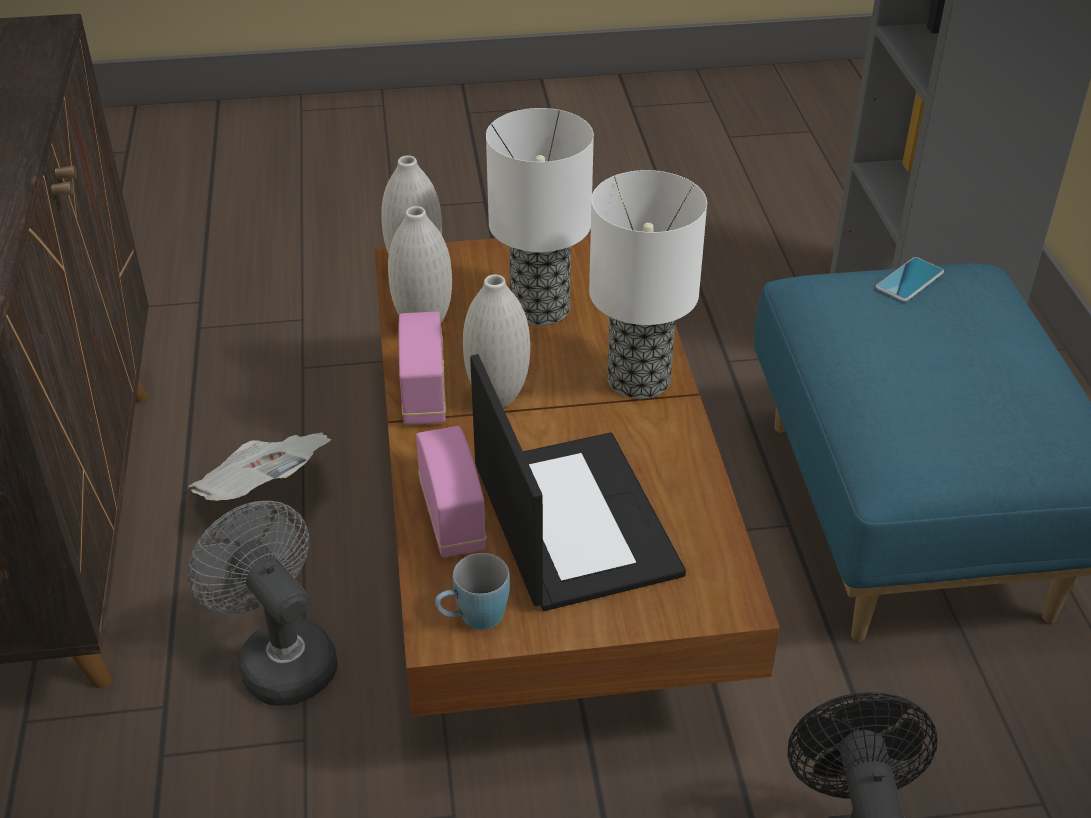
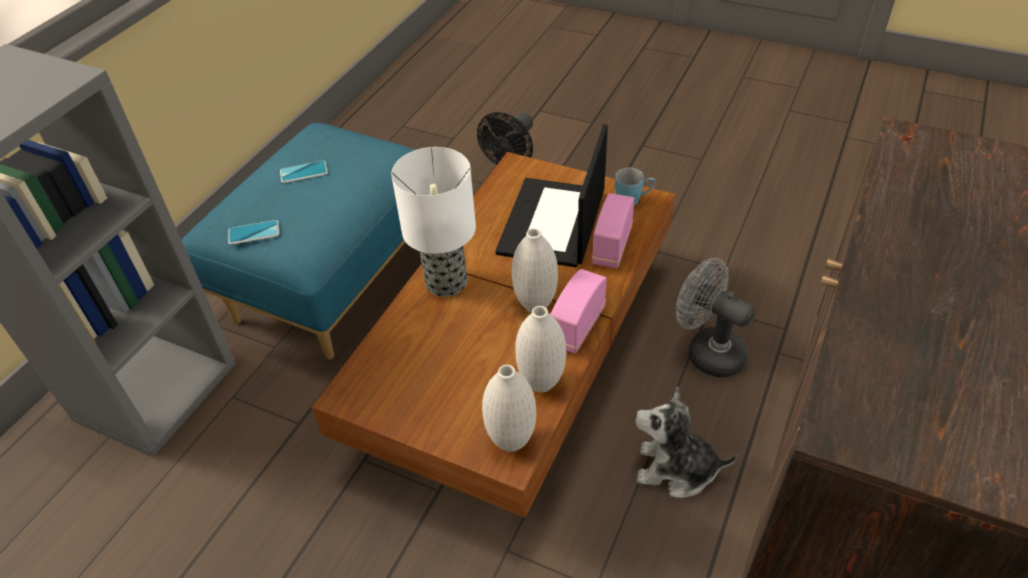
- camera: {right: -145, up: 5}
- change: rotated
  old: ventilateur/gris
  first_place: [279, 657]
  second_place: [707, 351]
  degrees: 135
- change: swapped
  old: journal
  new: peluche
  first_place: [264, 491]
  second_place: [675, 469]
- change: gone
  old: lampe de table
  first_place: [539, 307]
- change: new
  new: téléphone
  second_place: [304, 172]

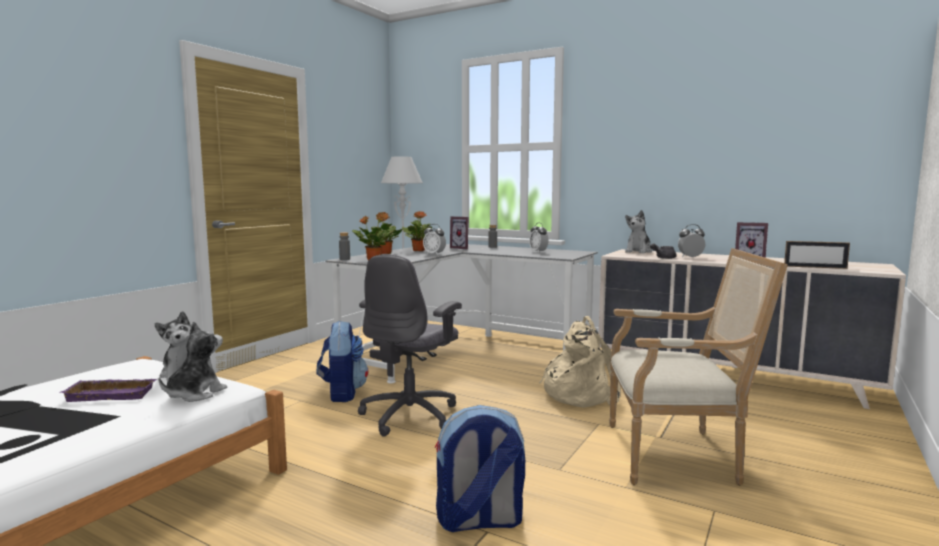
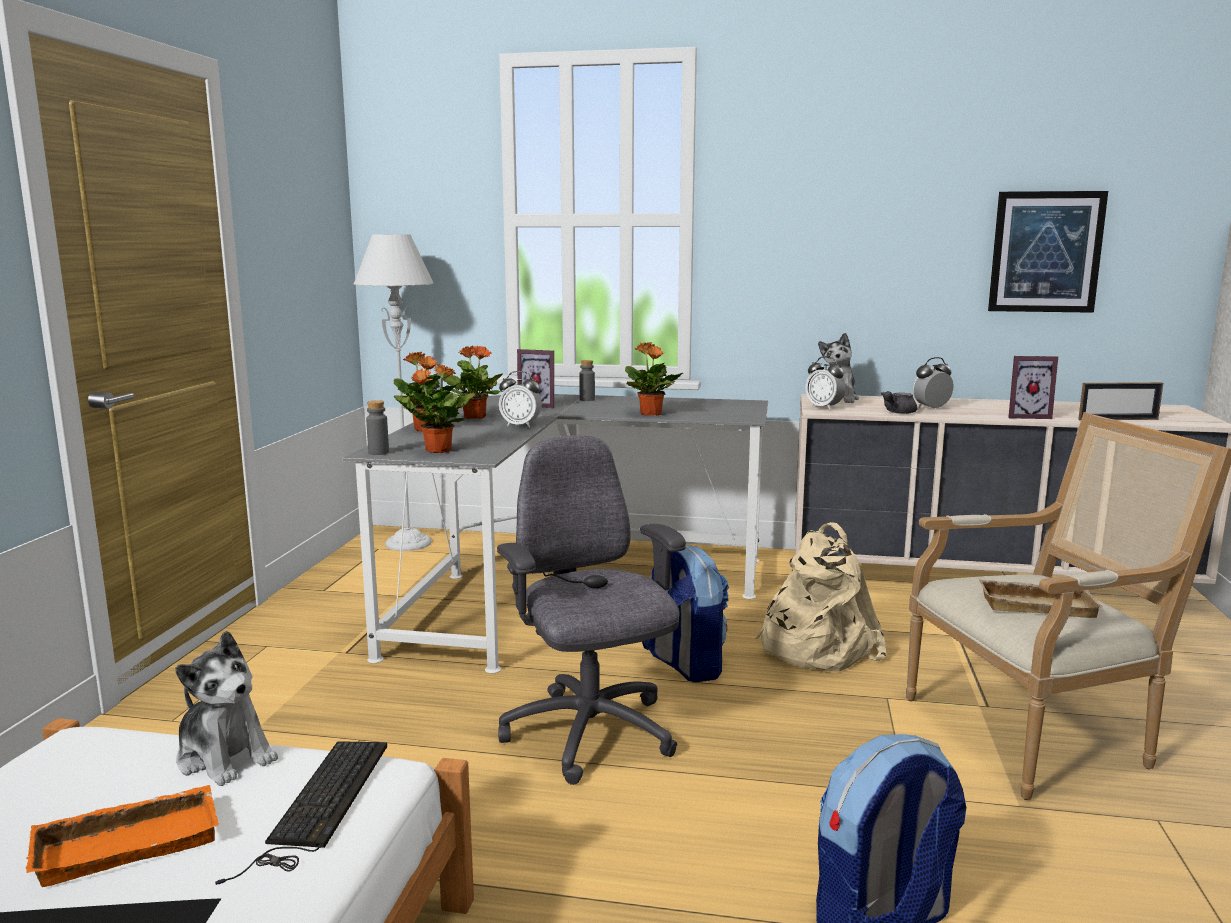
- camera: {right: -20, up: 5}
- change: repainted
  old: plateau/violet
  new: plateau/orange
  first_place: [113, 394]
  second_place: [130, 841]
- change: swapped
  old: peluche
  new: clavier
  first_place: [195, 394]
  second_place: [319, 805]
- change: shifted
  old: sac à dos
  first_place: [342, 393]
  second_place: [683, 664]
- change: rotated
  old: chaise de bureau/gris
  first_place: [411, 415]
  second_place: [590, 735]
  degrees: 150
- change: shifted
  old: réveil
  first_place: [538, 252]
  second_place: [824, 407]
- change: new
  new: plante en pot
  second_place: [651, 414]
- change: new
  new: plateau/beige
  second_place: [1037, 605]
- change: new
  new: tableau
  second_place: [1045, 252]

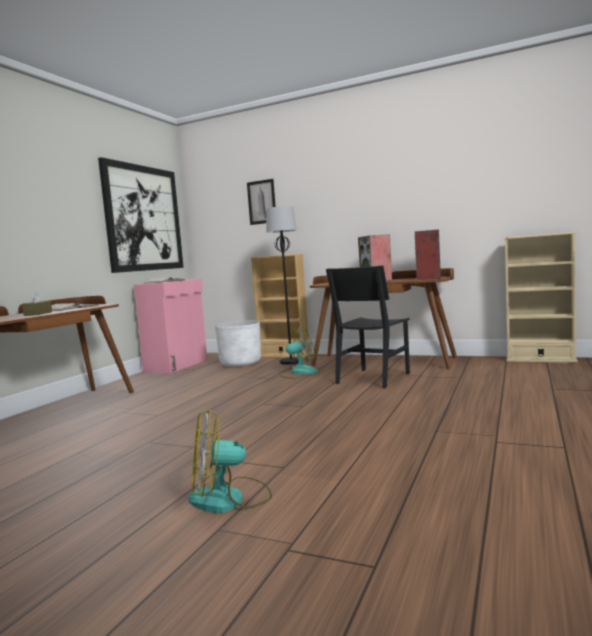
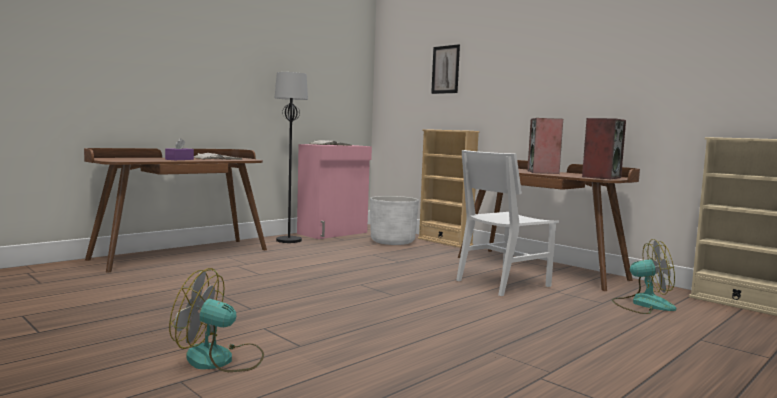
- camera: {right: 20, up: 0}
- change: repainted
  old: boîte à mouchoirs/marron
  new: boîte à mouchoirs/violet
  first_place: [38, 314]
  second_place: [179, 159]
- change: gone
  old: tableau
  first_place: [143, 218]
- change: shifted
  old: lampadaire/noir
  first_place: [291, 361]
  second_place: [289, 240]
- change: shifted
  old: ventilateur
  first_place: [297, 372]
  second_place: [642, 304]
- change: repainted
  old: chaise/noir
  new: chaise/blanc
  first_place: [373, 378]
  second_place: [503, 283]

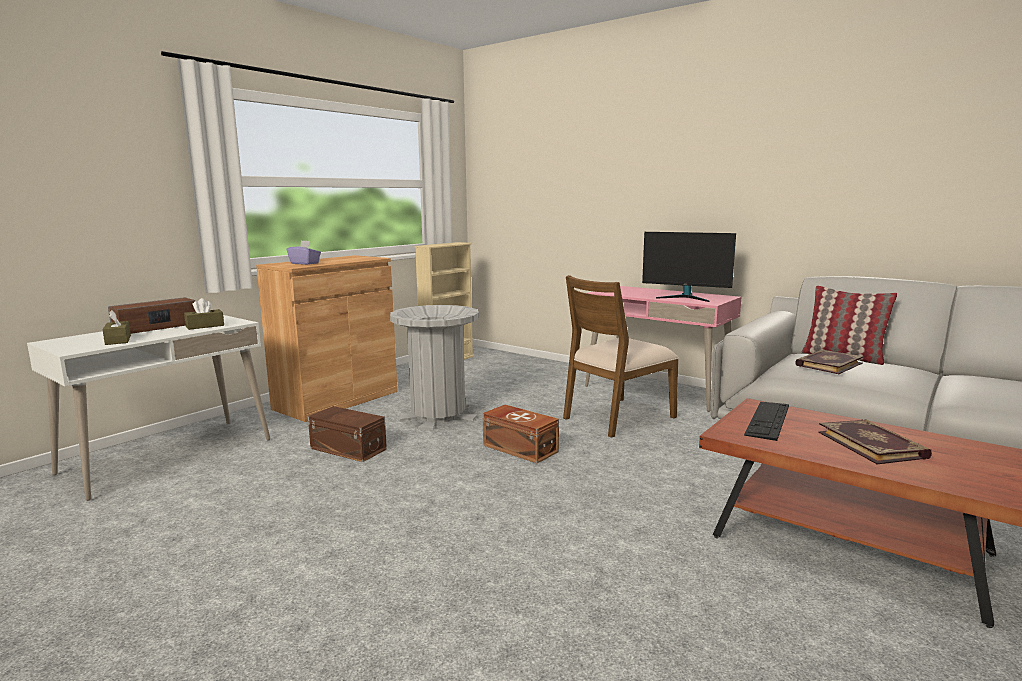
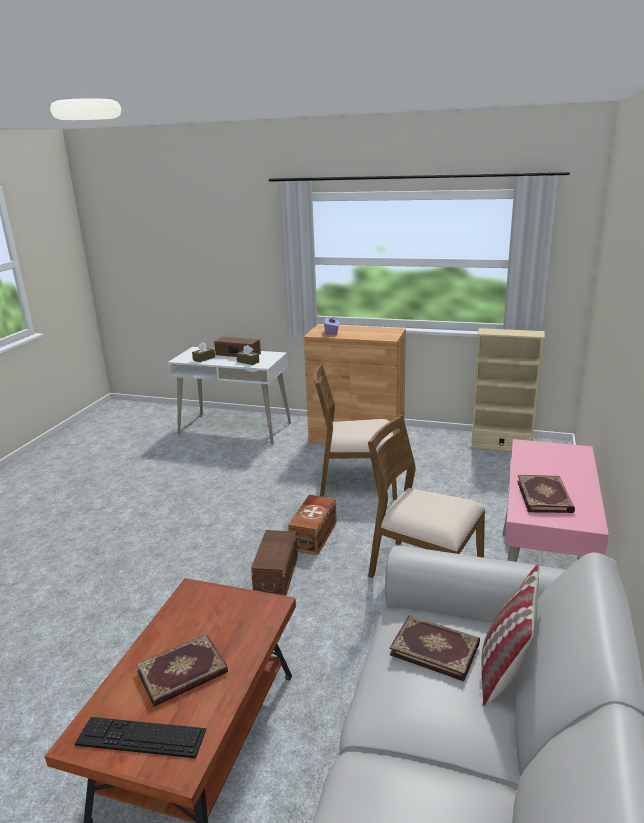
- camera: {right: 70, up: 10}
- change: shifted
  old: boîte de rangement/marron
  first_place: [348, 448]
  second_place: [277, 574]
- change: swapped
  old: poubelle/gris
  new: chaise/marron
  first_place: [438, 415]
  second_place: [357, 483]
- change: swapped
  old: écran d'ordinateur
  new: livre
  first_place: [685, 297]
  second_place: [545, 496]
- change: shifted
  old: clavier
  first_place: [767, 420]
  second_place: [141, 737]

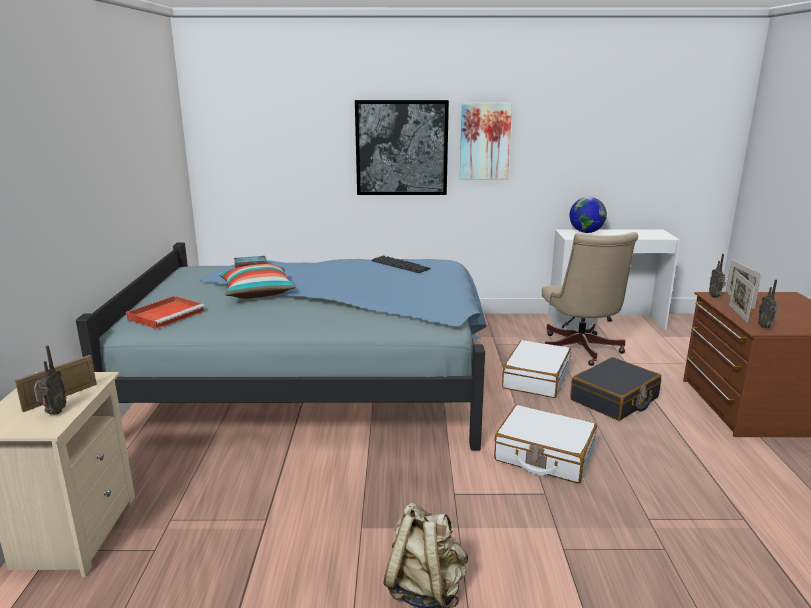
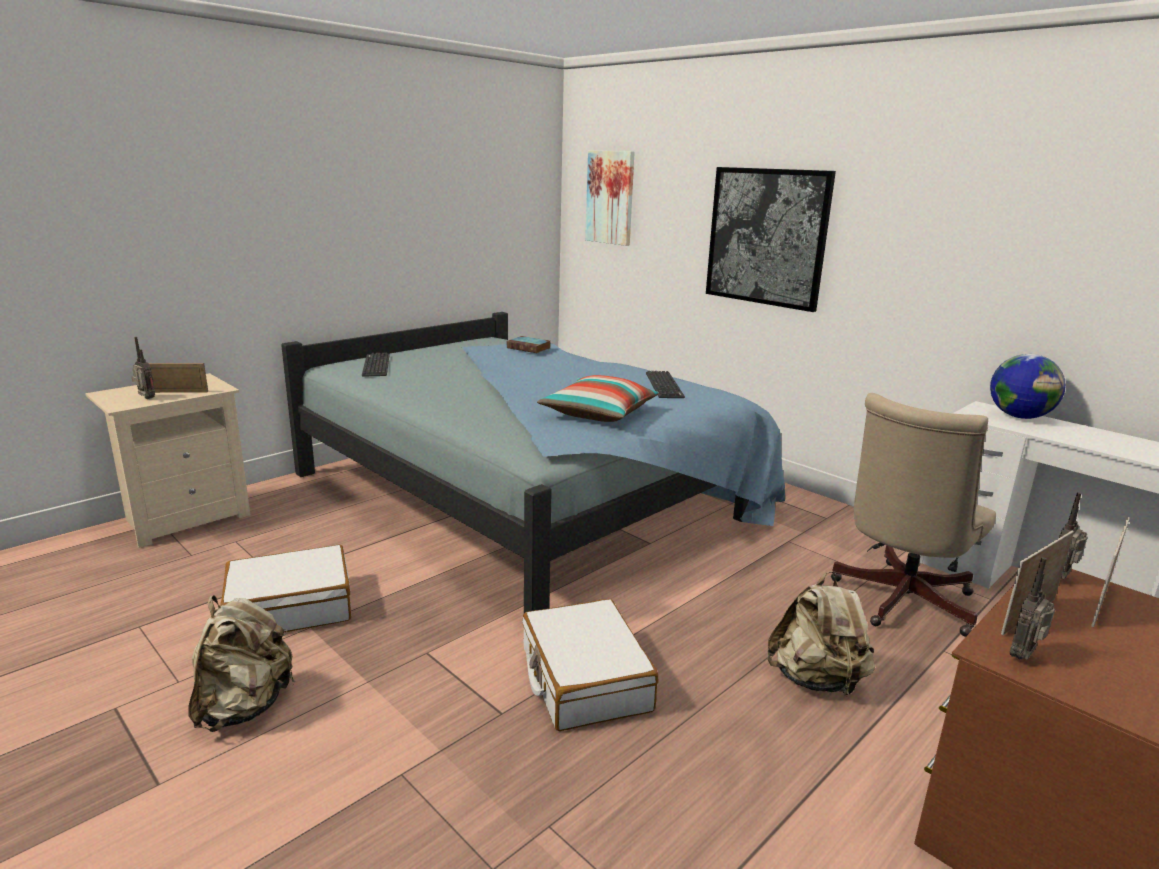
- camera: {right: 45, up: 0}
- change: rotated
  old: radio
  first_place: [53, 413]
  second_place: [146, 399]
  degrees: -105
- change: swapped
  old: plateau/rouge
  new: clavier
  first_place: [167, 314]
  second_place: [376, 365]
- change: shifted
  old: coussin
  first_place: [257, 292]
  second_place: [598, 414]
- change: shifted
  old: tableau
  first_place: [485, 141]
  second_place: [610, 197]
- change: shifted
  old: valise/blanc
  first_place: [535, 378]
  second_place: [290, 608]
- change: swapped
  old: valise/noir
  new: sac à dos/beige
  first_place: [614, 399]
  second_place: [816, 680]

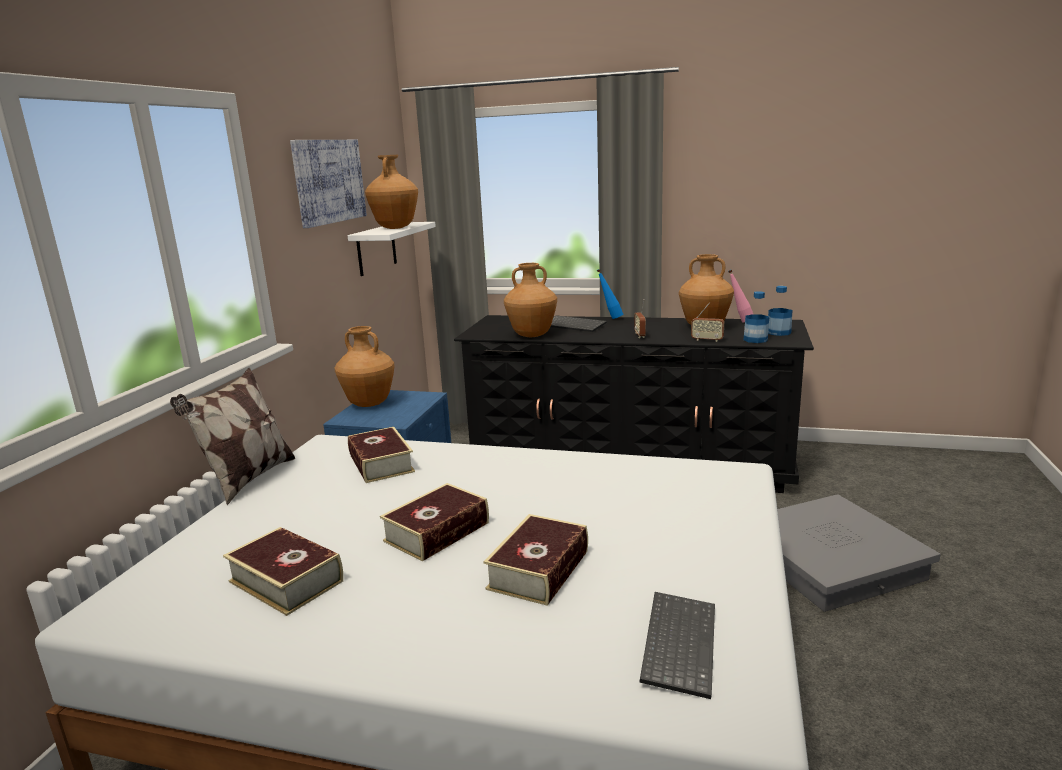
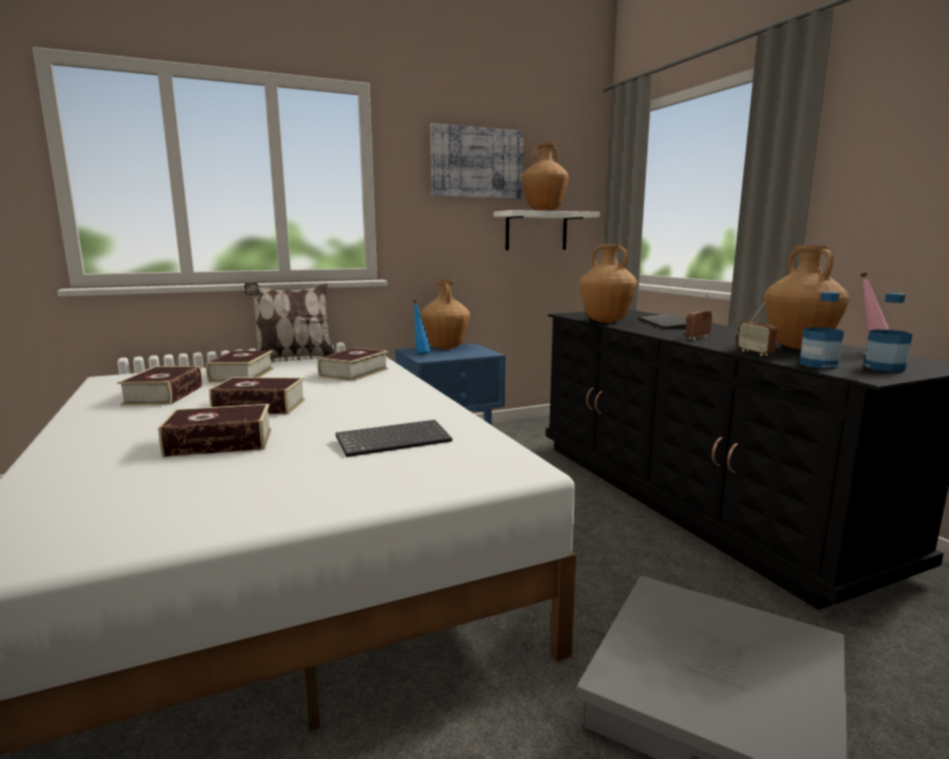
- camera: {right: 50, up: -5}
- change: shifted
  old: bouteille/bleu
  first_place: [610, 318]
  second_place: [420, 353]
- change: shifted
  old: clavier
  first_place: [677, 643]
  second_place: [394, 440]
- change: new
  new: livre
  second_place: [242, 375]

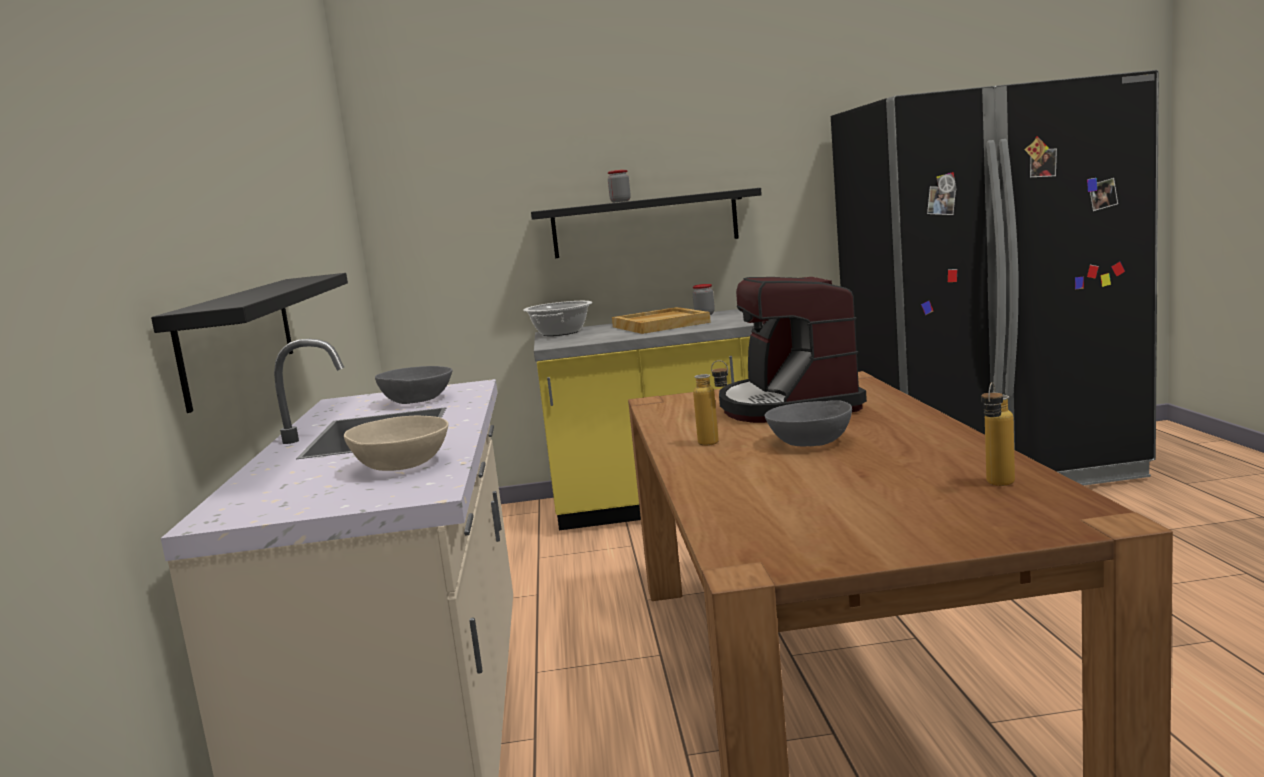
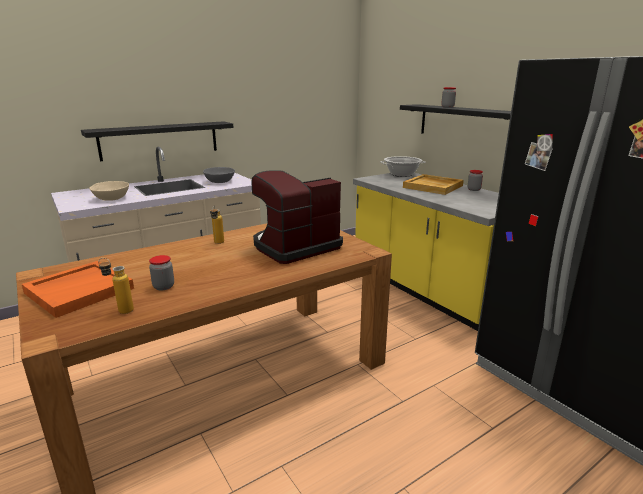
- camera: {right: 60, up: 10}
- change: gone
  old: bol/gris
  first_place: [810, 442]
- change: new
  new: plateau/orange
  second_place: [80, 290]
- change: new
  new: bocal
  second_place: [163, 286]

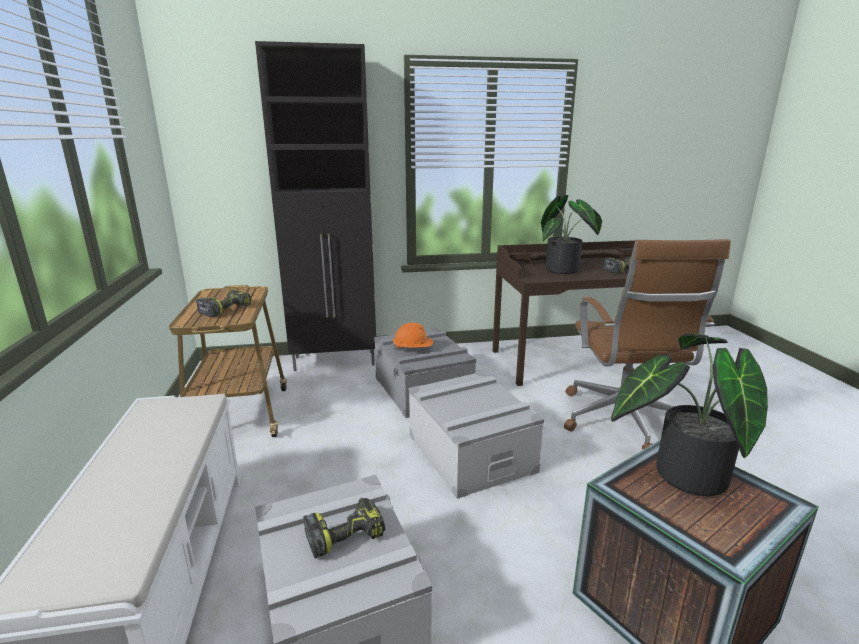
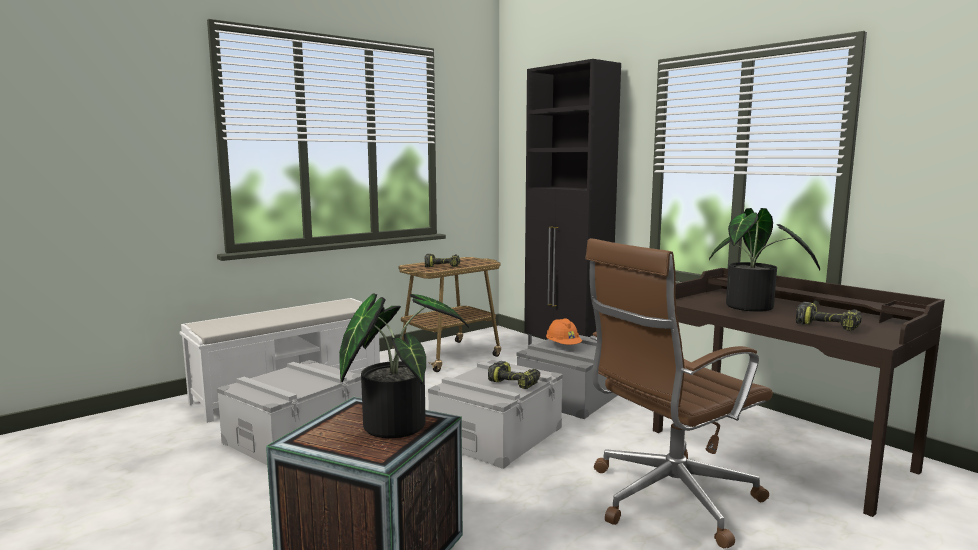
- camera: {right: 60, up: -10}
- change: shifted
  old: perceuse
  first_place: [345, 534]
  second_place: [515, 382]

